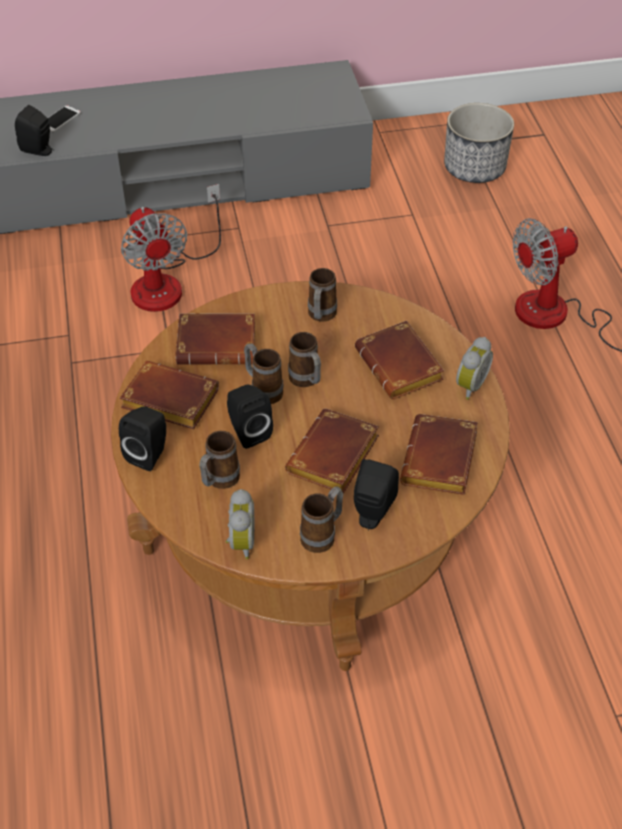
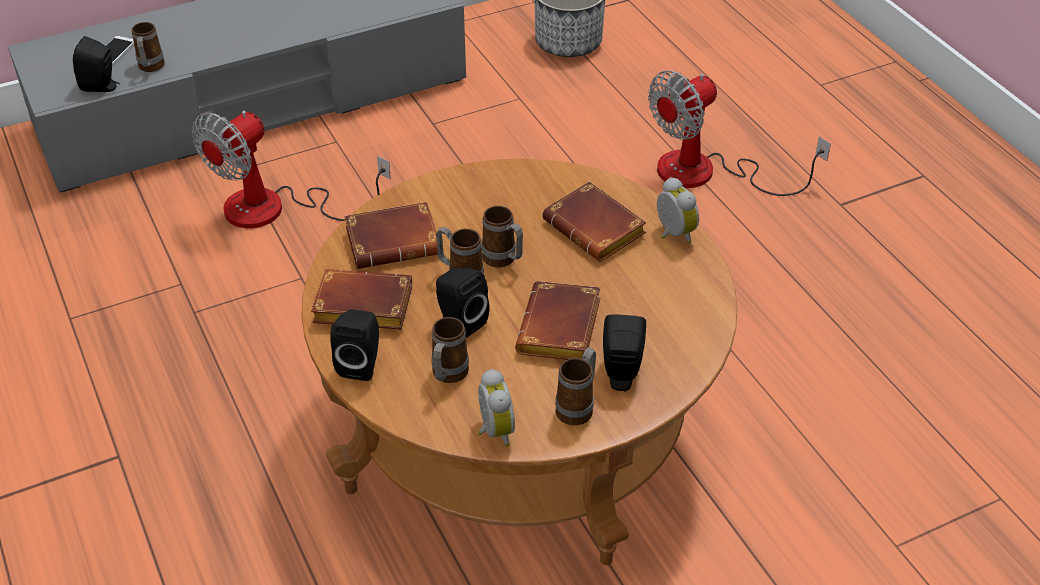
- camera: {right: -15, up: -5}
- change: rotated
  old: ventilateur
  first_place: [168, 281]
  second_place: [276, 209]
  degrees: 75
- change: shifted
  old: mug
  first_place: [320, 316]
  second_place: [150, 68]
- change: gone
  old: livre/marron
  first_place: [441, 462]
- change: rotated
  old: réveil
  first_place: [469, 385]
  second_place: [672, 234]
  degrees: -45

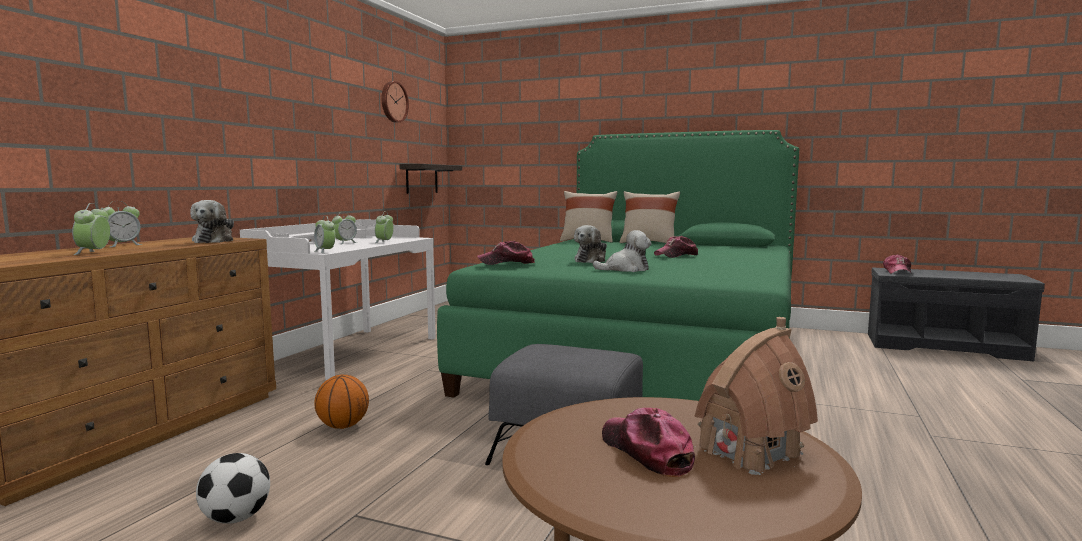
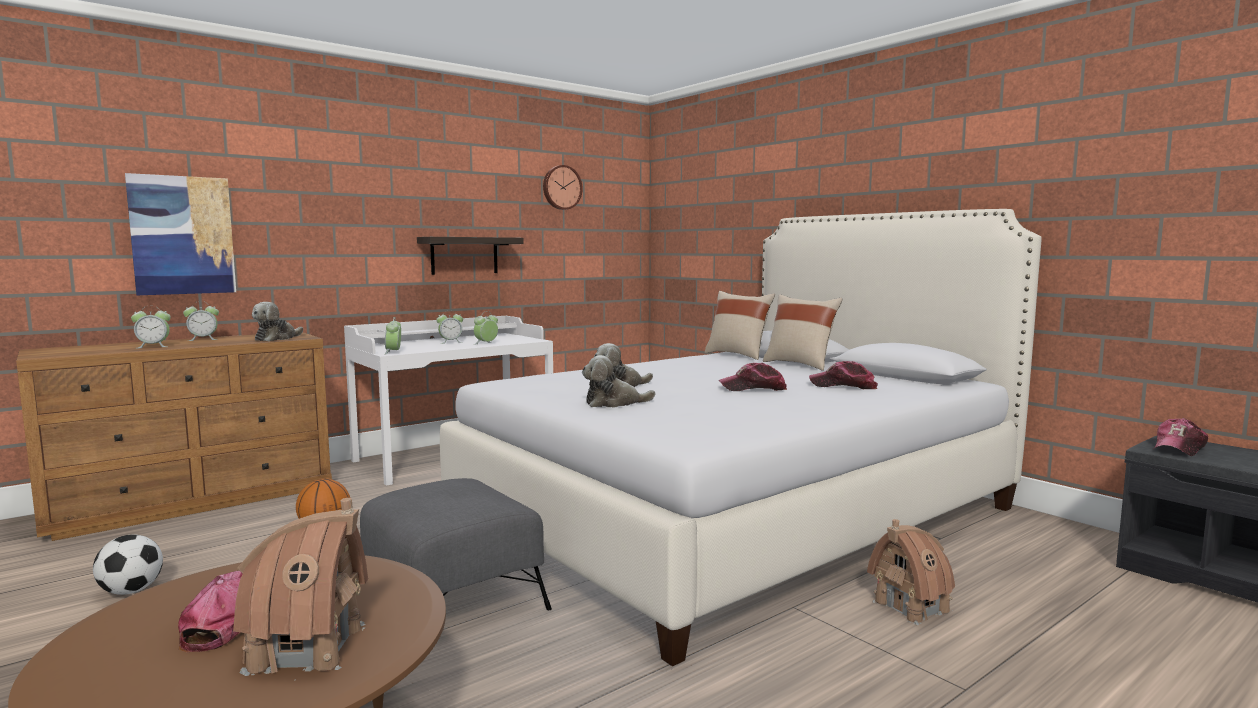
- camera: {right: 30, up: 0}
- change: rotated
  old: réveil
  first_place: [93, 252]
  second_place: [153, 346]
  degrees: -135
- change: shifted
  old: étagère
  first_place: [421, 179]
  second_place: [464, 255]
- change: repainted
  old: lit/vert
  new: lit/blanc
  first_place: [645, 355]
  second_place: [736, 512]
- change: shifted
  old: casquette
  first_place: [506, 263]
  second_place: [843, 386]
- change: rotated
  old: peluche
  first_place: [625, 269]
  second_place: [614, 403]
  degrees: 150
- change: new
  new: tableau
  second_place: [182, 235]
- change: new
  new: maison miniature
  second_place: [911, 606]

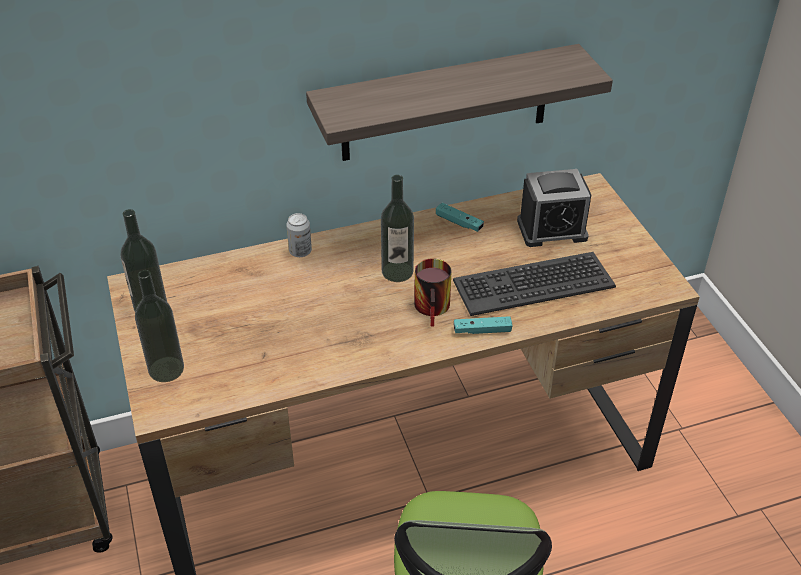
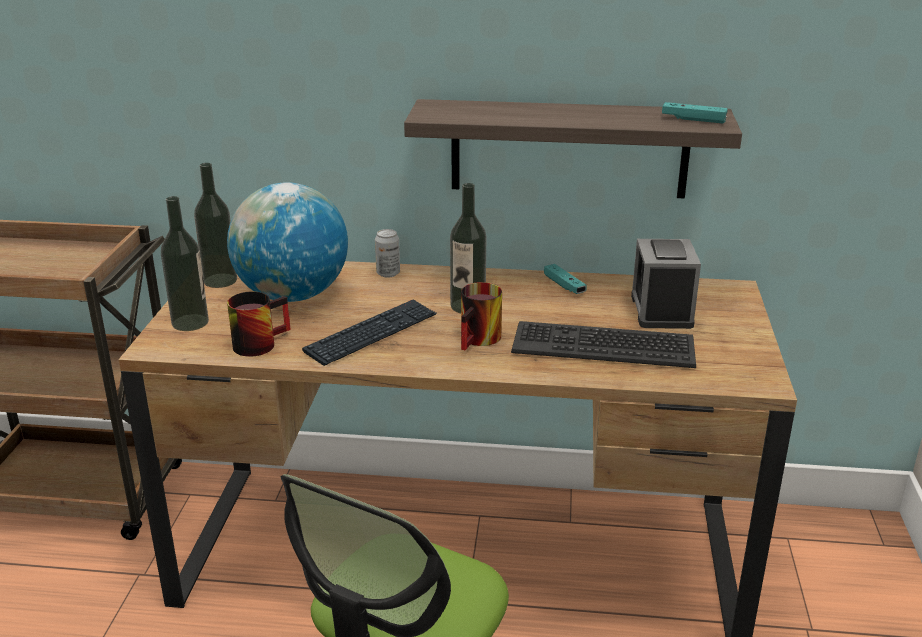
- camera: {right: 25, up: -15}
- change: shifted
  old: manette/turquoise
  first_place: [482, 330]
  second_place: [693, 119]
- change: rotated
  old: réveil
  first_place: [552, 230]
  second_place: [661, 311]
  degrees: 75
- change: new
  new: globe
  second_place: [292, 295]
- change: new
  new: mug
  second_place: [258, 342]
- change: new
  new: clavier
  second_place: [372, 334]

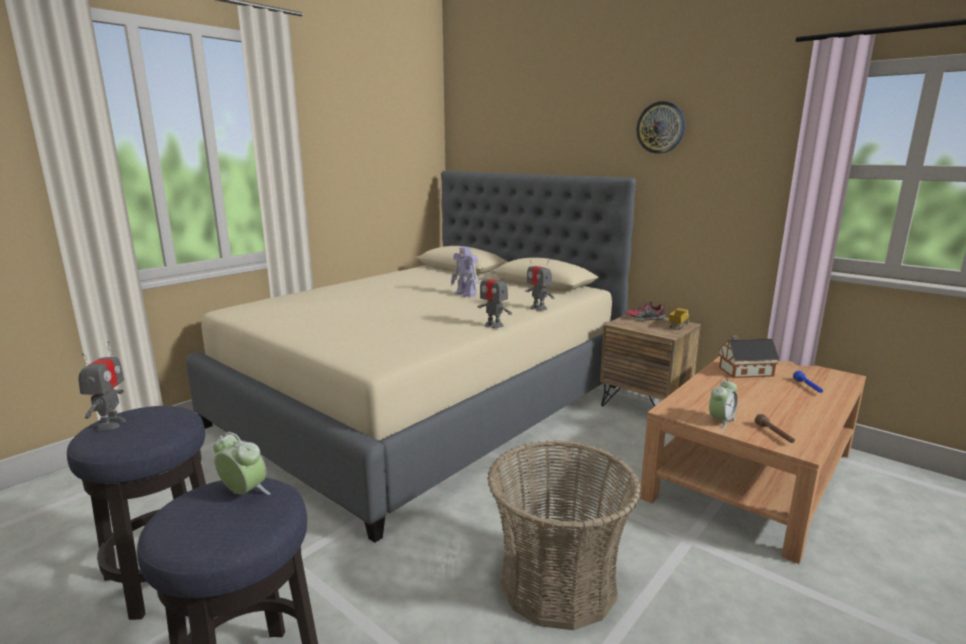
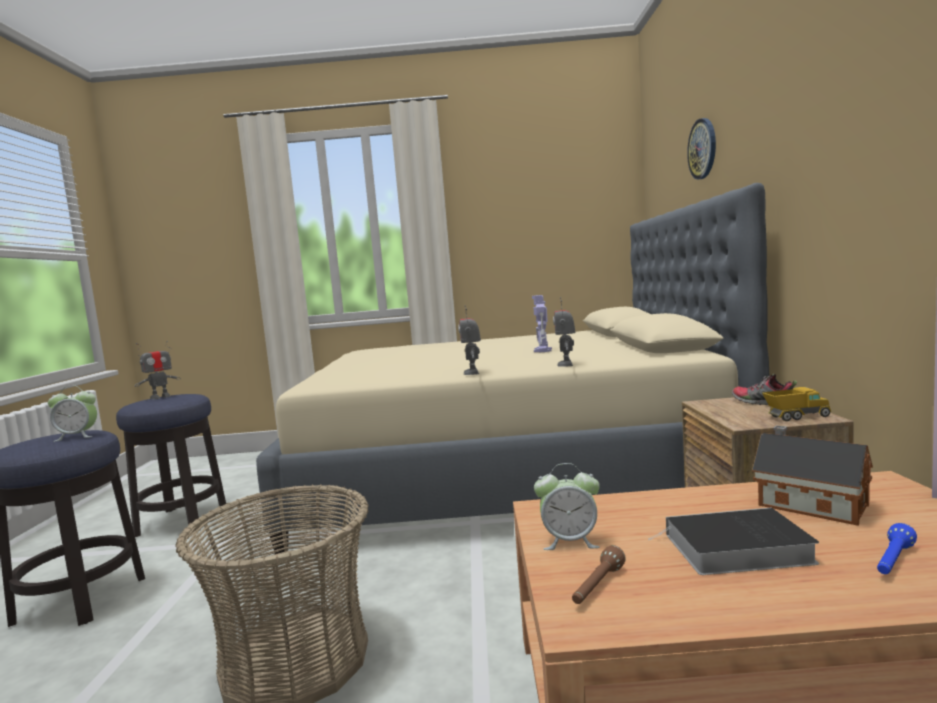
- camera: {right: 50, up: -10}
- change: rotated
  old: réveil
  first_place: [244, 493]
  second_place: [77, 436]
  degrees: 90
- change: shifted
  old: horloge murale
  first_place: [661, 127]
  second_place: [703, 149]
- change: new
  new: livre
  second_place: [734, 549]

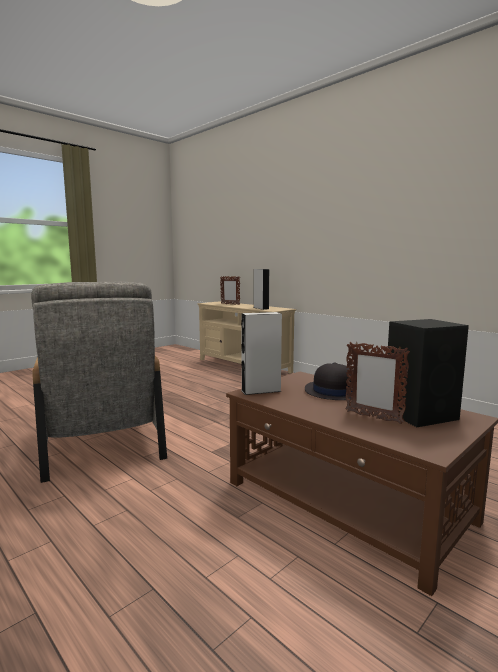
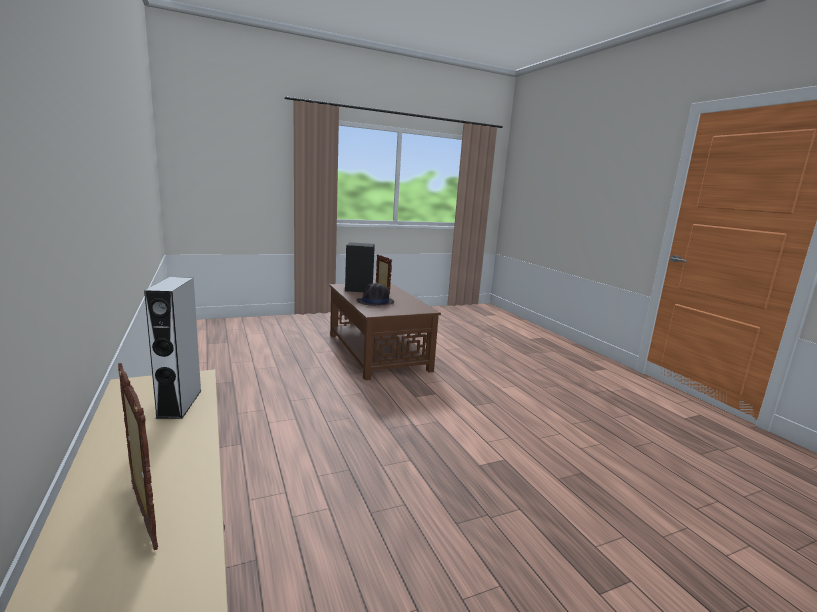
- camera: {right: -160, up: 5}
- change: gone
  old: fauteuil/gris
  first_place: [101, 439]
- change: gone
  old: enceinte/gris
  first_place: [261, 391]

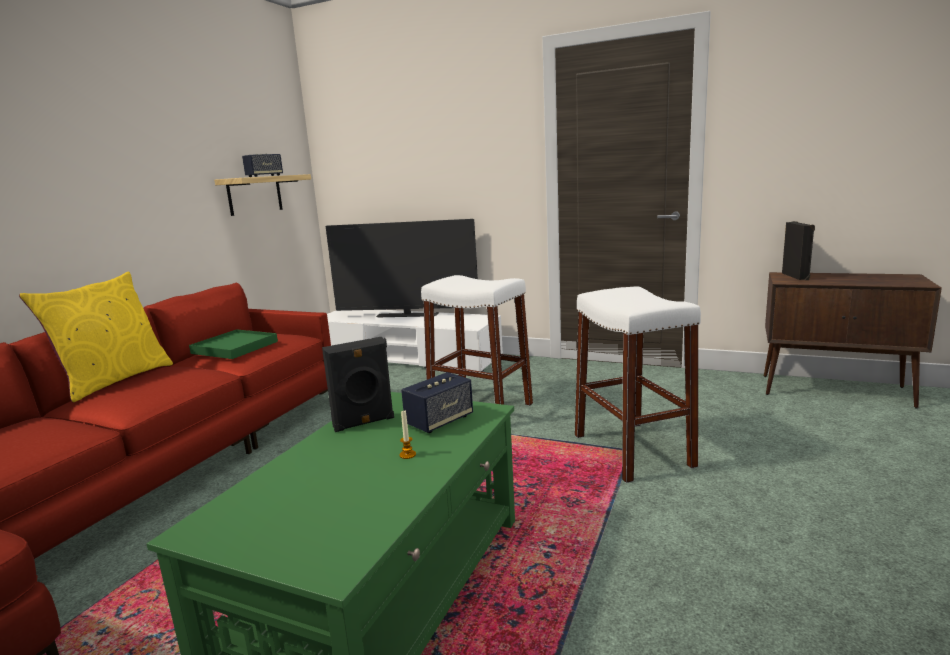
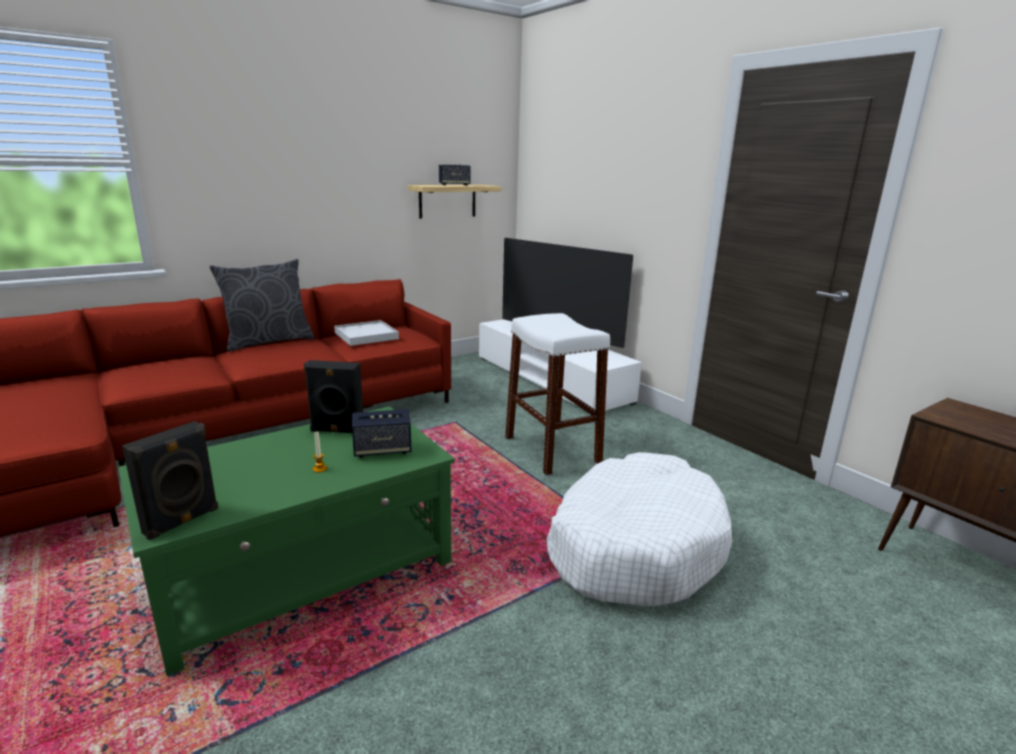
- camera: {right: 30, up: 5}
- change: repainted
  old: coussin/jaune
  new: coussin/gris
  first_place: [114, 380]
  second_place: [268, 341]
- change: repainted
  old: plateau/vert
  new: plateau/blanc
  first_place: [234, 347]
  second_place: [366, 336]
- change: swapped
  old: tabouret/blanc
  new: panier pour chien/blanc
  first_place: [632, 450]
  second_place: [634, 546]
- change: shifted
  old: enceinte/noir
  first_place: [796, 276]
  second_place: [182, 521]

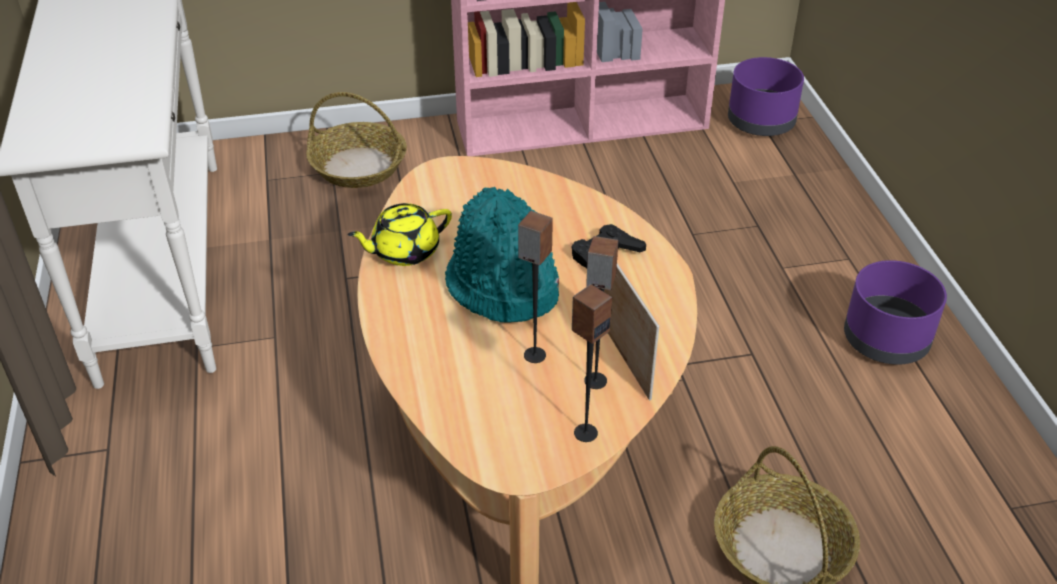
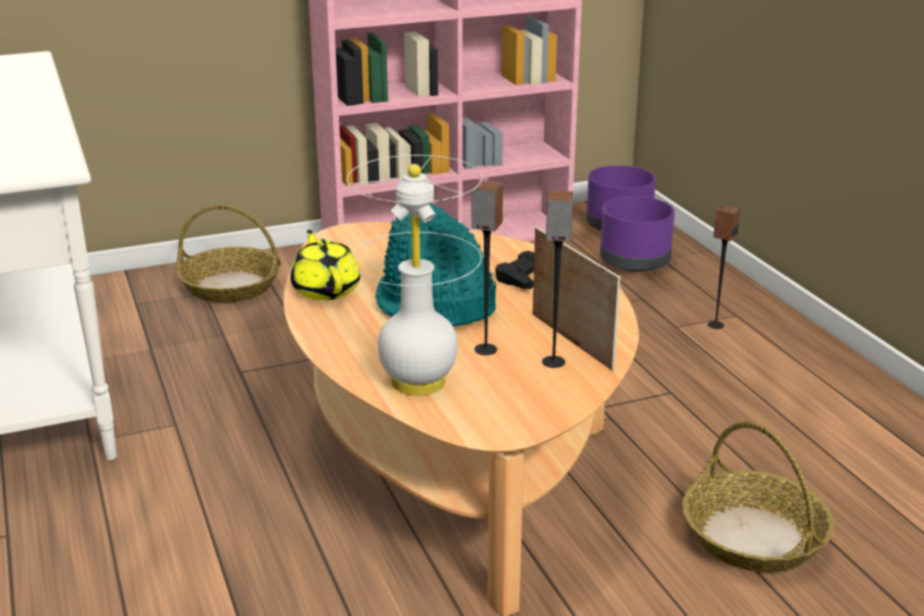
- camera: {right: -10, up: -15}
- change: rotated
  old: théière/jaune
  first_place: [404, 251]
  second_place: [326, 289]
  degrees: 105
- change: shifted
  old: enceinte
  first_place: [585, 432]
  second_place: [715, 325]
- change: shifted
  old: cache-pot/violet
  first_place: [884, 341]
  second_place: [634, 262]
- change: new
  new: lampe de table/blanc
  second_place: [419, 381]

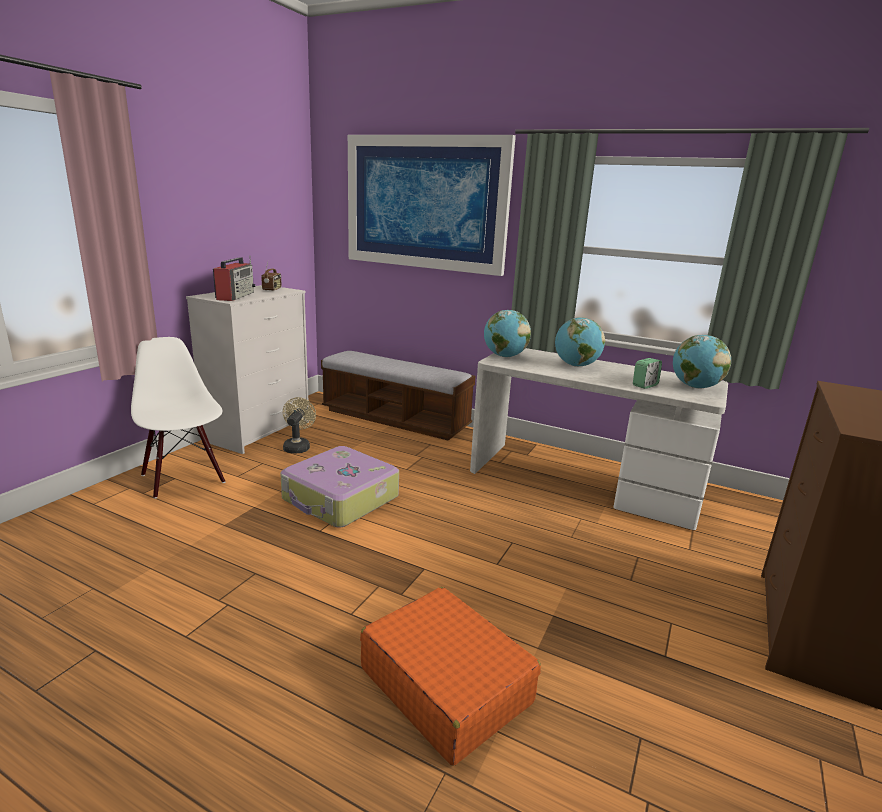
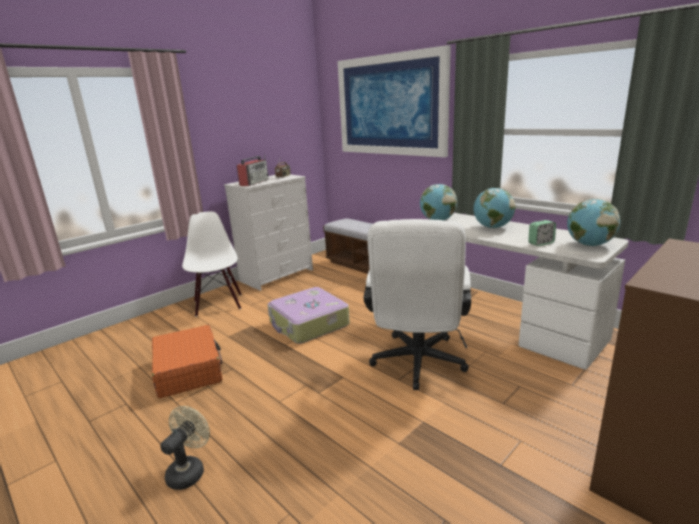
- camera: {right: 20, up: 0}
- change: shifted
  old: ventilateur/beige
  first_place: [298, 446]
  second_place: [189, 470]
- change: shifted
  old: valise/orange
  first_place: [445, 684]
  second_place: [188, 370]
- change: new
  new: chaise de bureau/blanc
  second_place: [417, 365]

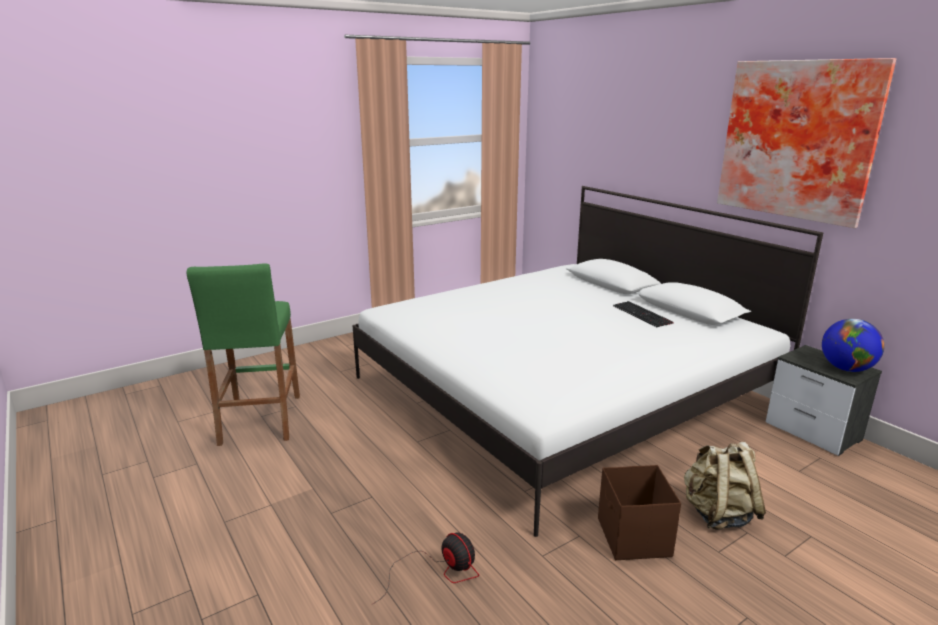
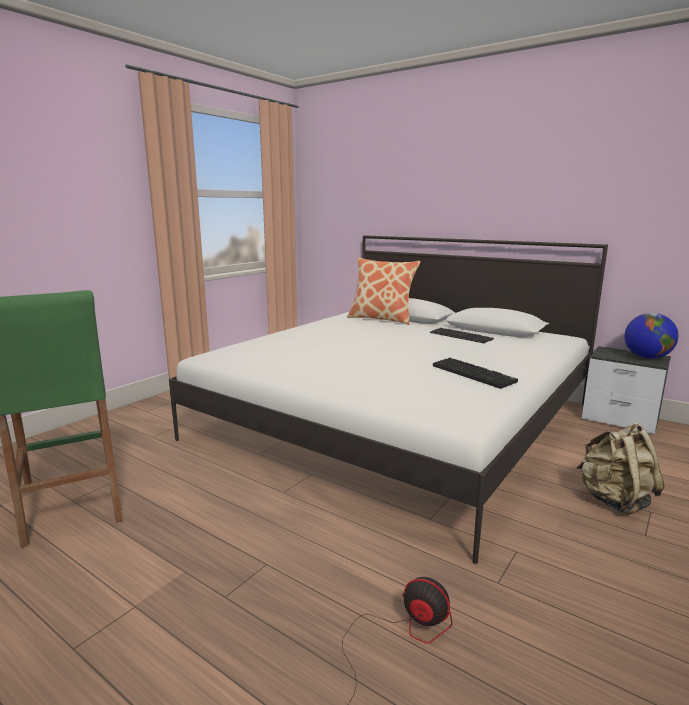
- camera: {right: -20, up: -5}
- change: gone
  old: boîte de rangement/marron
  first_place: [633, 538]
- change: gone
  old: tableau
  first_place: [799, 140]
- change: new
  new: coussin
  second_place: [382, 319]
- change: new
  new: clavier
  second_place: [474, 374]

